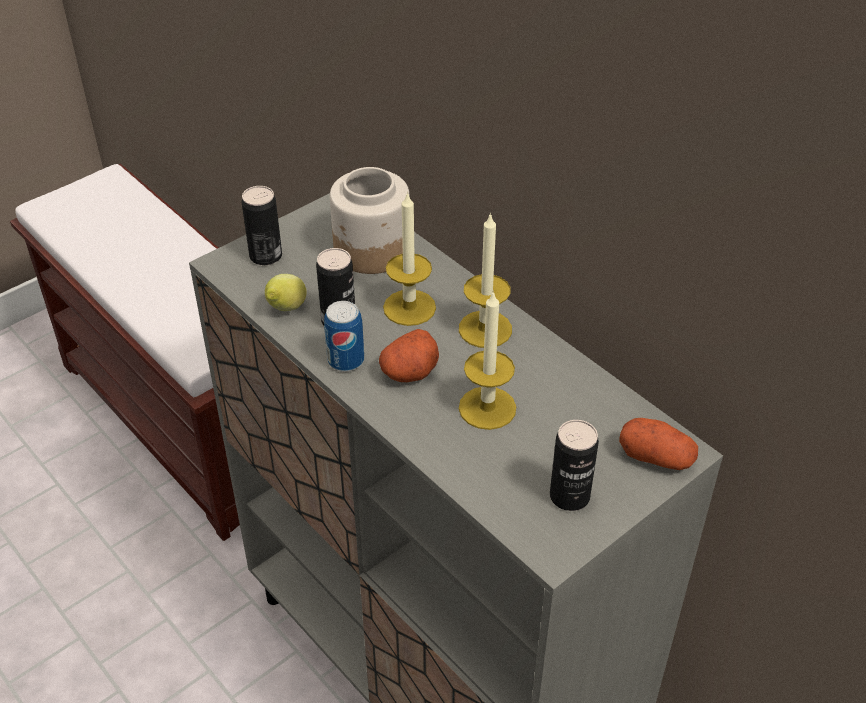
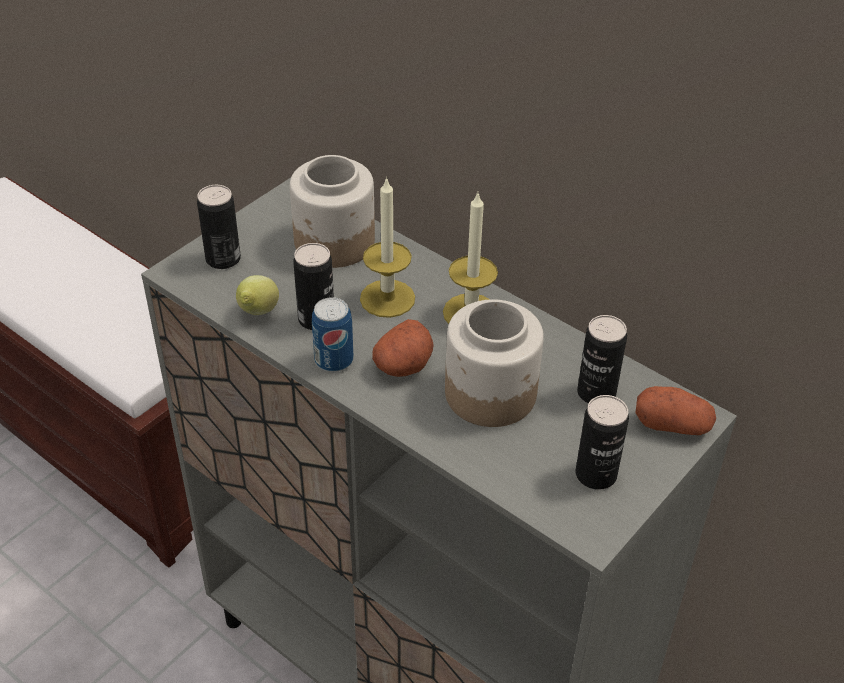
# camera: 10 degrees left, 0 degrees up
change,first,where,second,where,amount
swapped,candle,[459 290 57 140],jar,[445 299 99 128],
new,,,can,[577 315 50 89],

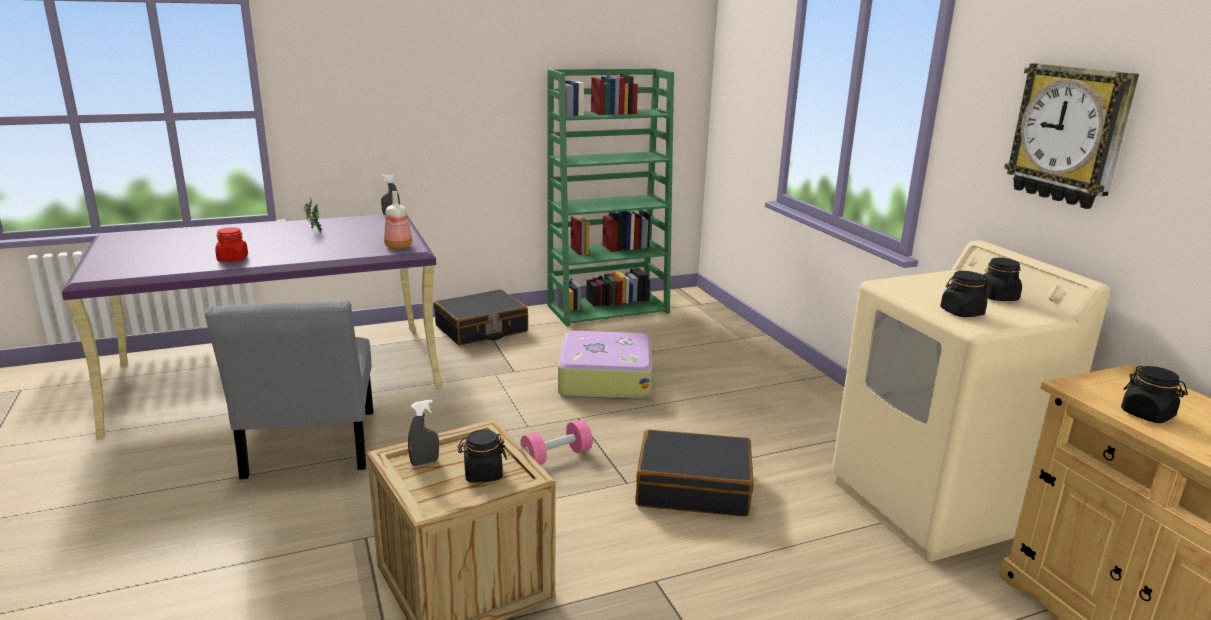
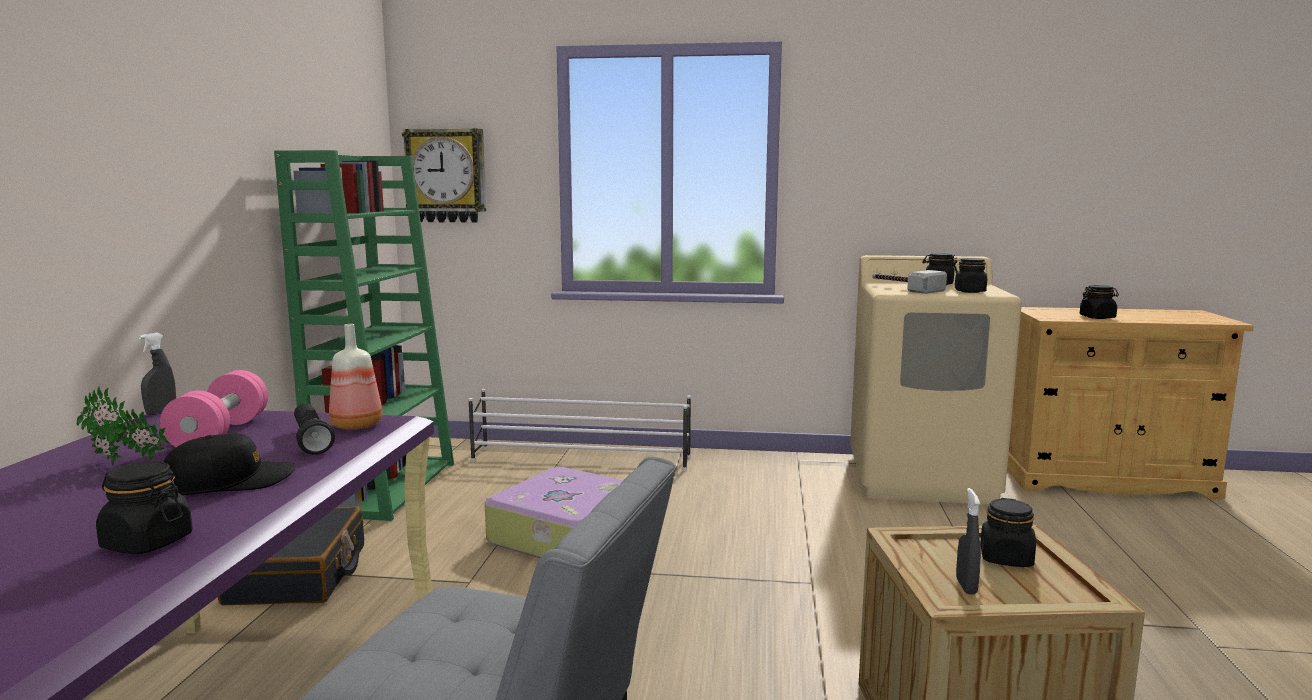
# camera: 60 degrees left, 10 degrees down
change,first,where,second,where,amount
repainted,jar (red),[215 227 33 35],jar (black),[96 461 97 93],
shifted,dumbbell (pink),[520 420 73 45],,[160 370 108 77],
gone,suitcase (black),[636 430 118 87],,,
shifted,wall clock,[1004 63 135 146],,[402 128 84 95],
new,,,cap (black),[164 433 132 62],
new,,,flashlight (black),[294 403 41 52],
new,,,shoe rack (white),[468 389 223 82],
new,,,hammer,[872 270 75 24],

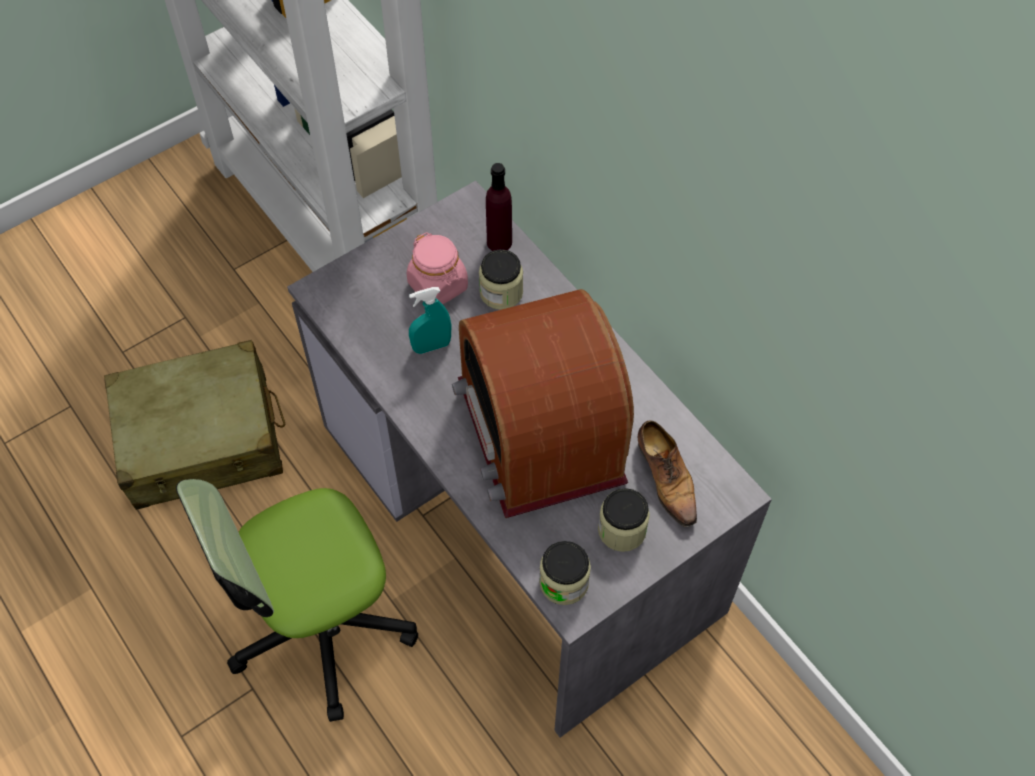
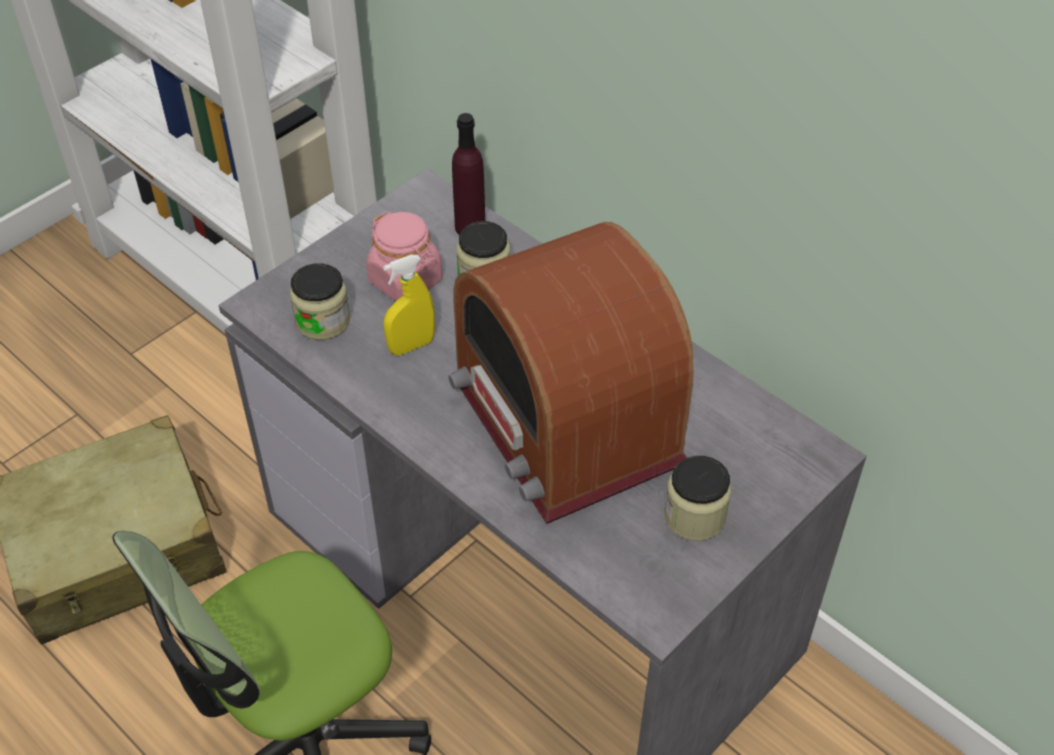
# camera: 10 degrees left, 10 degrees down
change,first,where,second,where,amount
repainted,spray bottle (turquoise),[409 287 42 67],spray bottle (yellow),[383 255 52 100],
shifted,jar,[539 541 52 64],,[290 263 60 77],
gone,shoe,[638 420 59 107],,,

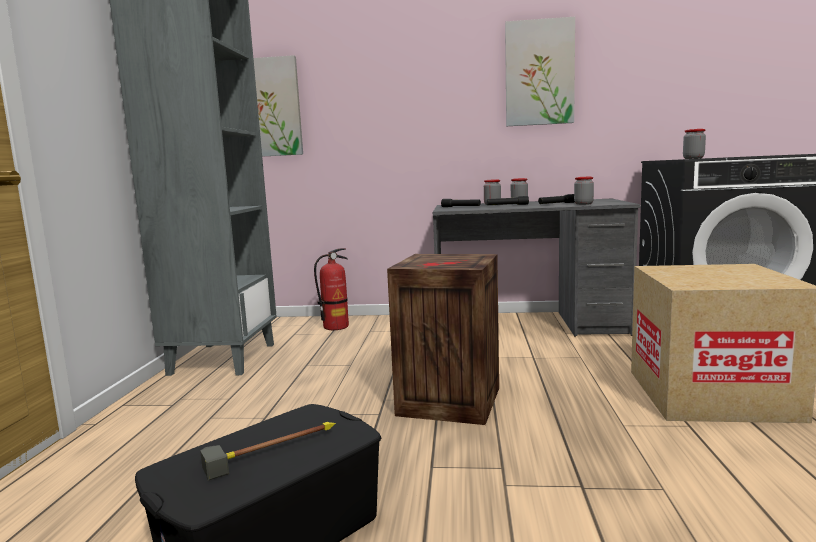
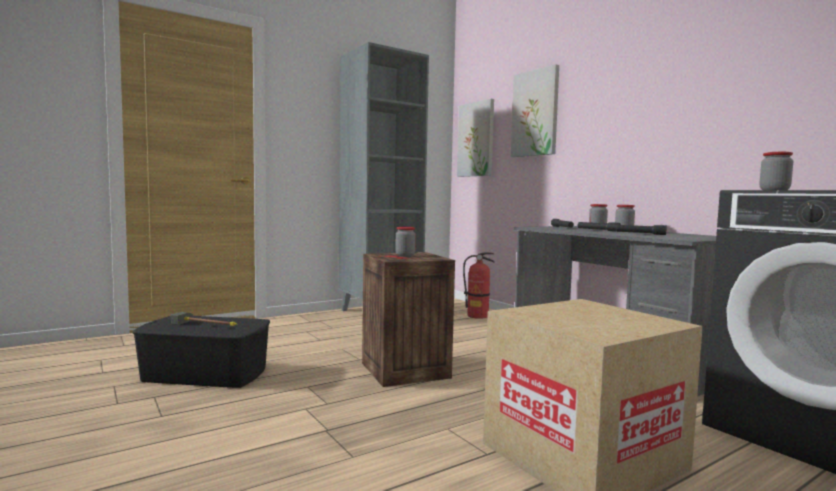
# camera: 50 degrees right, 5 degrees down
change,first,where,second,where,amount
shifted,picture,[505 17 70 109],,[511 64 48 93],
shifted,jar,[574 177 20 28],,[395 227 21 30],

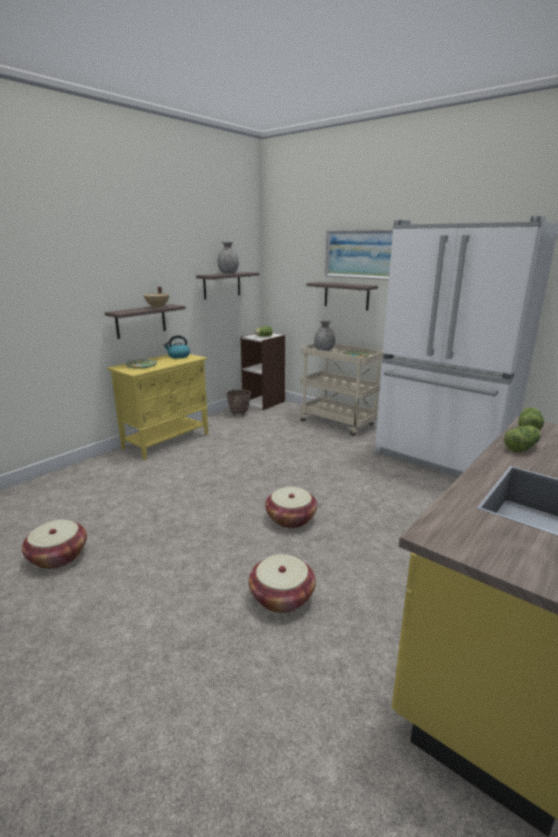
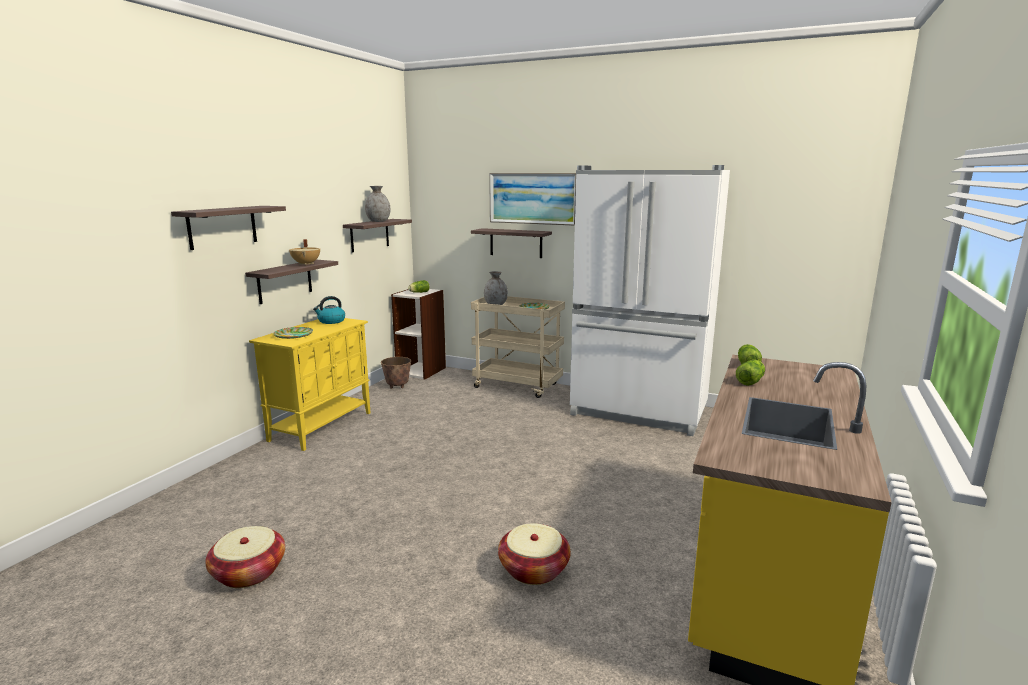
# camera: 15 degrees left, 5 degrees down
change,first,where,second,where,amount
gone,basket,[265 487 52 41],,,
new,,,shelf,[171 206 115 44],

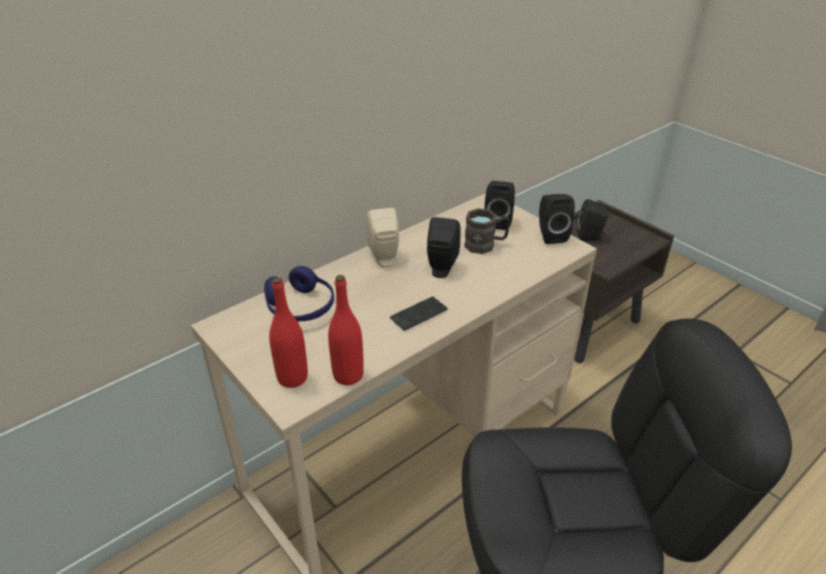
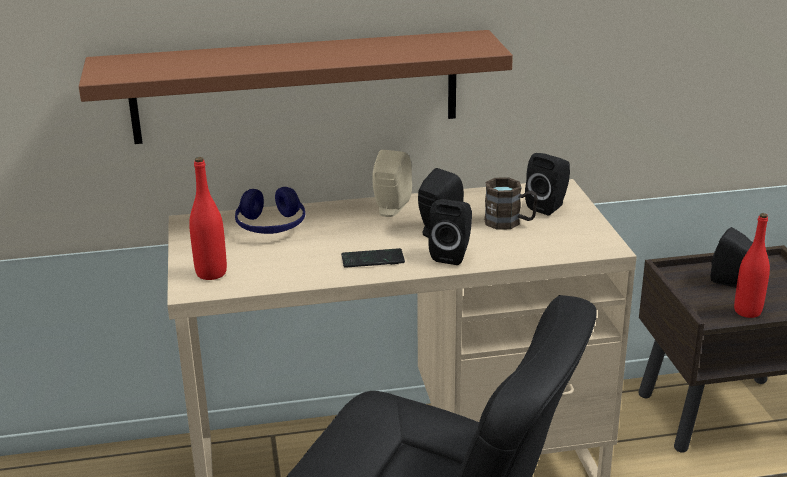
# camera: 30 degrees right, 10 degrees down
change,first,where,second,where,amount
shifted,bottle (red),[328 275 36 110],,[734 213 36 105],
shifted,speaker (black),[539 194 36 50],,[428 199 44 66],
new,,,shelf (brown),[79 30 434 114],

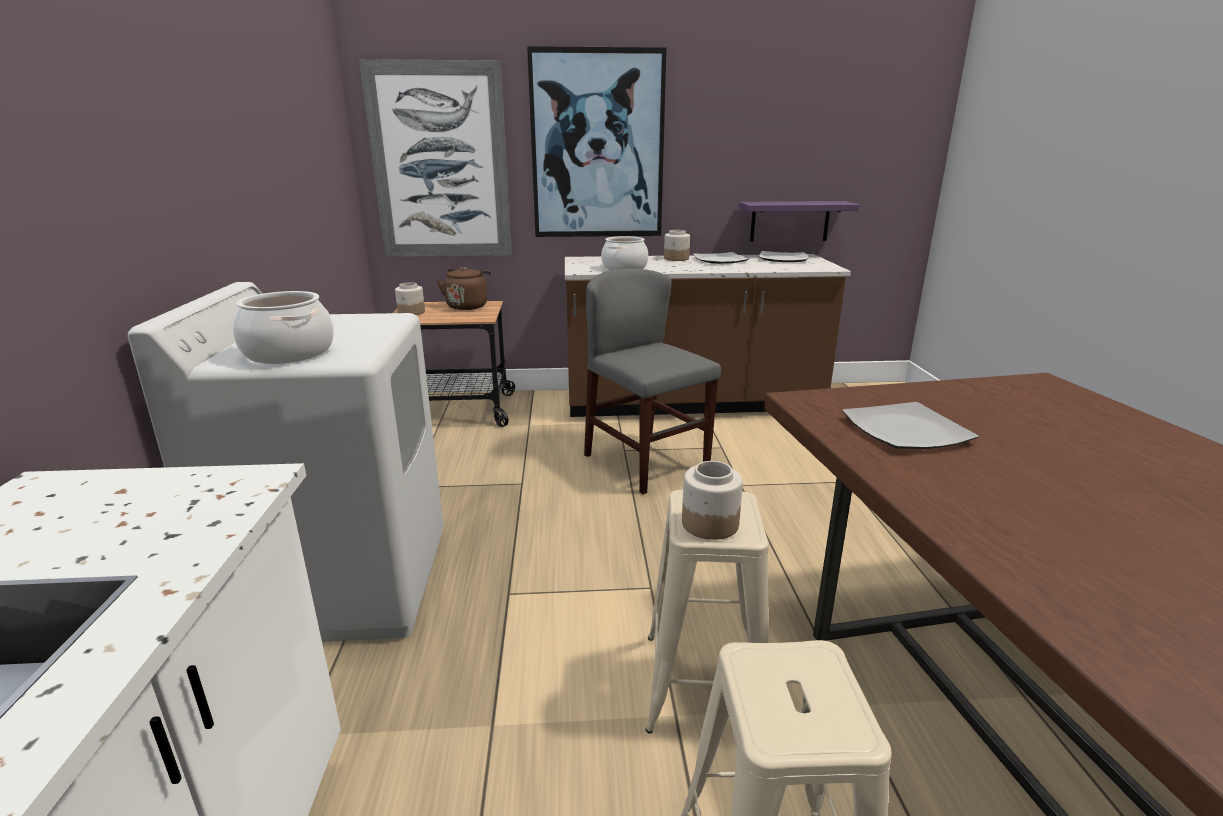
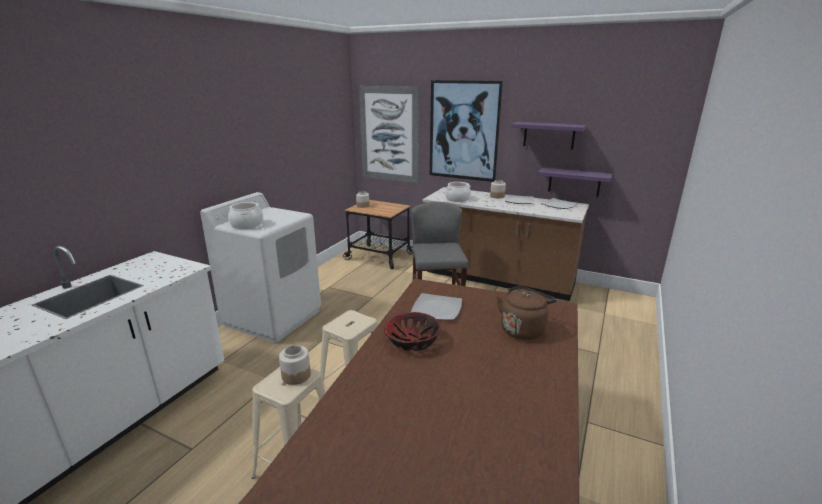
# camera: 30 degrees right, 0 degrees up
change,first,where,second,where,amount
shifted,kettle (brown),[437 267 54 43],,[497 286 60 54],
shifted,jar,[682 461 61 79],,[279 345 32 40],
new,,,bowl,[384 312 57 39],
new,,,shelf (purple),[511 122 75 28],

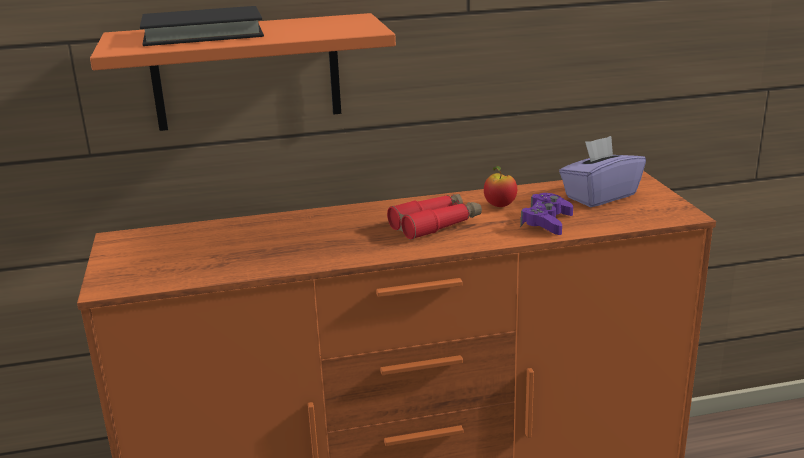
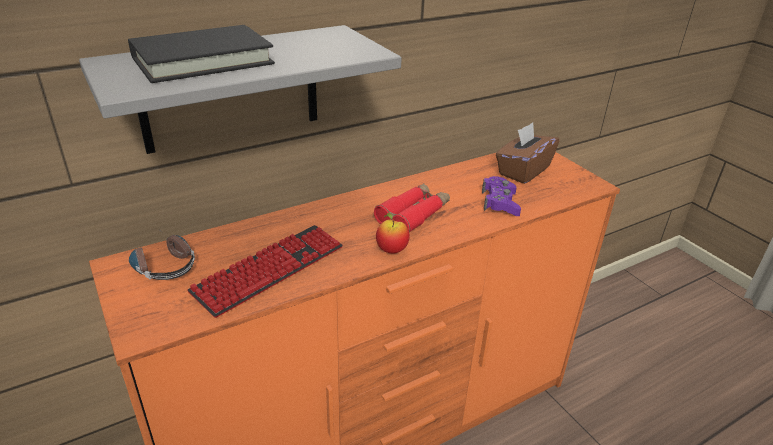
# camera: 20 degrees left, 10 degrees up
change,first,where,second,where,amount
repainted,shelf (orange),[90 13 306 118],shelf (grey),[79 25 322 129],
shifted,apple,[484 166 33 41],,[376 213 34 41],
repainted,tissue box (purple),[559 136 87 71],tissue box (brown),[496 122 63 62],
new,,,headphones,[129 232 66 48],
new,,,keyboard,[187 225 156 93],

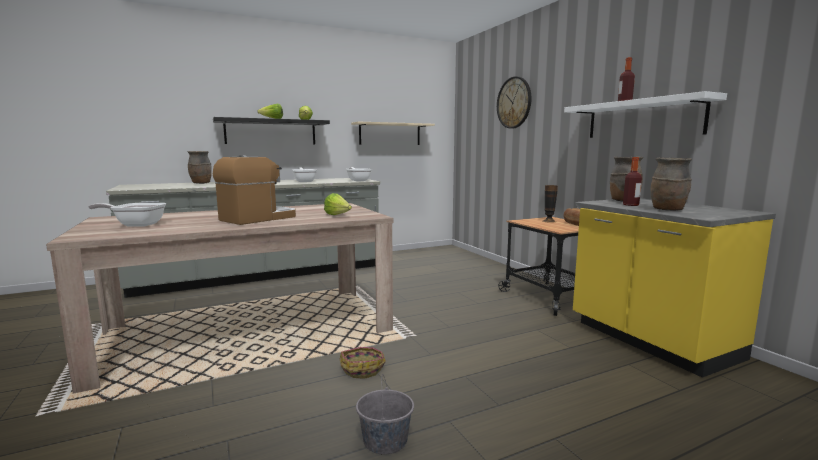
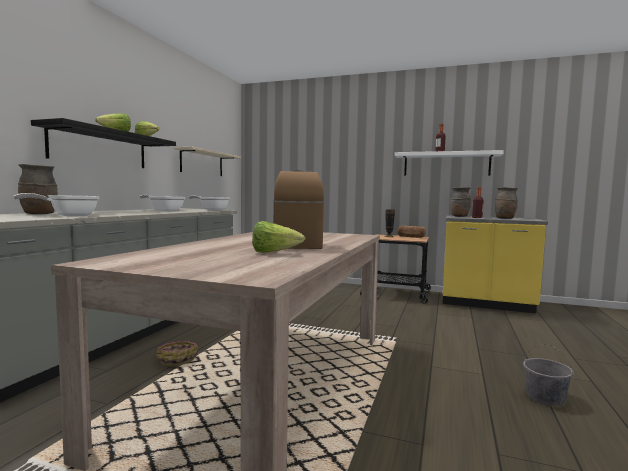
# camera: 45 degrees left, 5 degrees down
change,first,where,second,where,amount
shifted,frying pan,[88 203 78 24],,[13 193 87 24],
shifted,lettuce,[324 193 28 22],,[252 221 54 32],
shifted,basket,[340 347 46 32],,[156 341 42 26],
gone,wall clock,[497 76 34 53],,,

